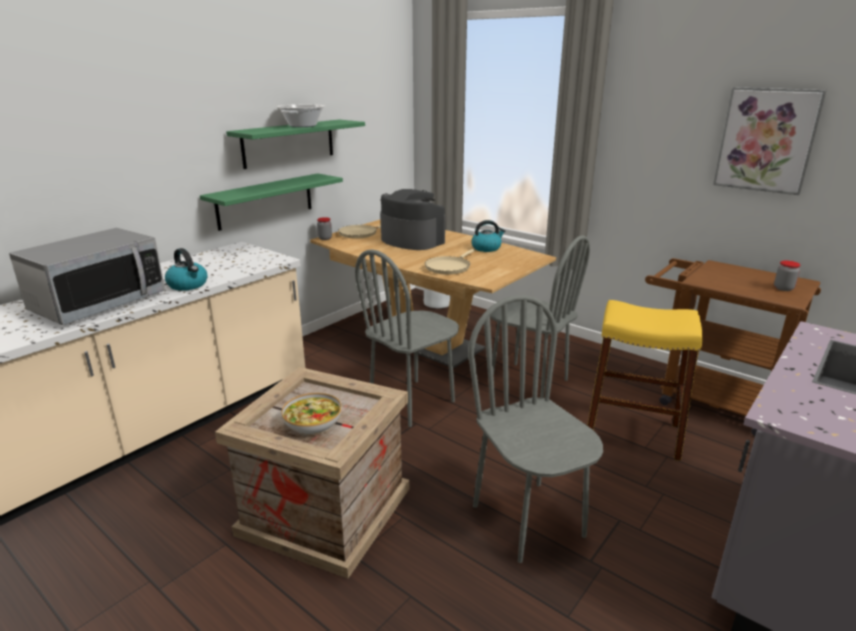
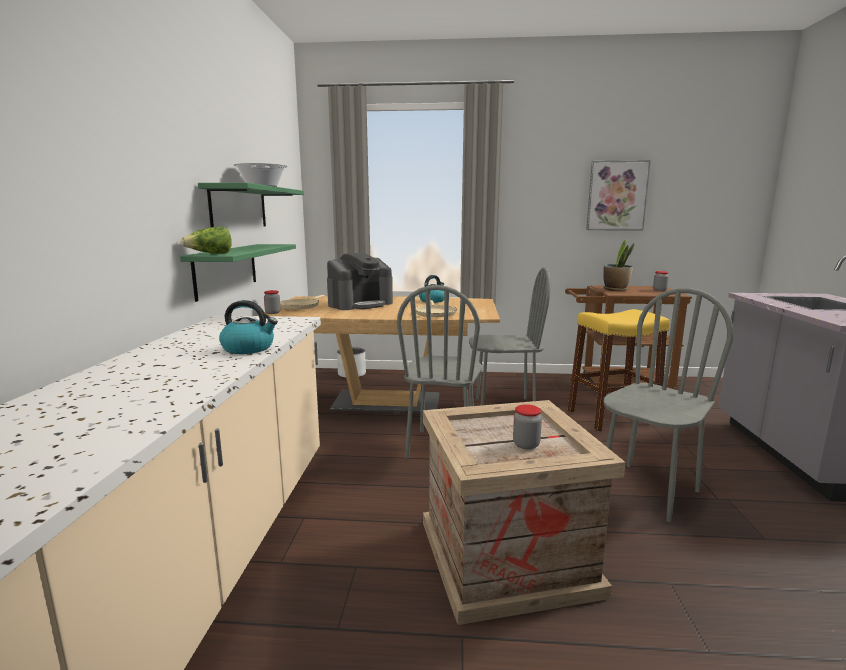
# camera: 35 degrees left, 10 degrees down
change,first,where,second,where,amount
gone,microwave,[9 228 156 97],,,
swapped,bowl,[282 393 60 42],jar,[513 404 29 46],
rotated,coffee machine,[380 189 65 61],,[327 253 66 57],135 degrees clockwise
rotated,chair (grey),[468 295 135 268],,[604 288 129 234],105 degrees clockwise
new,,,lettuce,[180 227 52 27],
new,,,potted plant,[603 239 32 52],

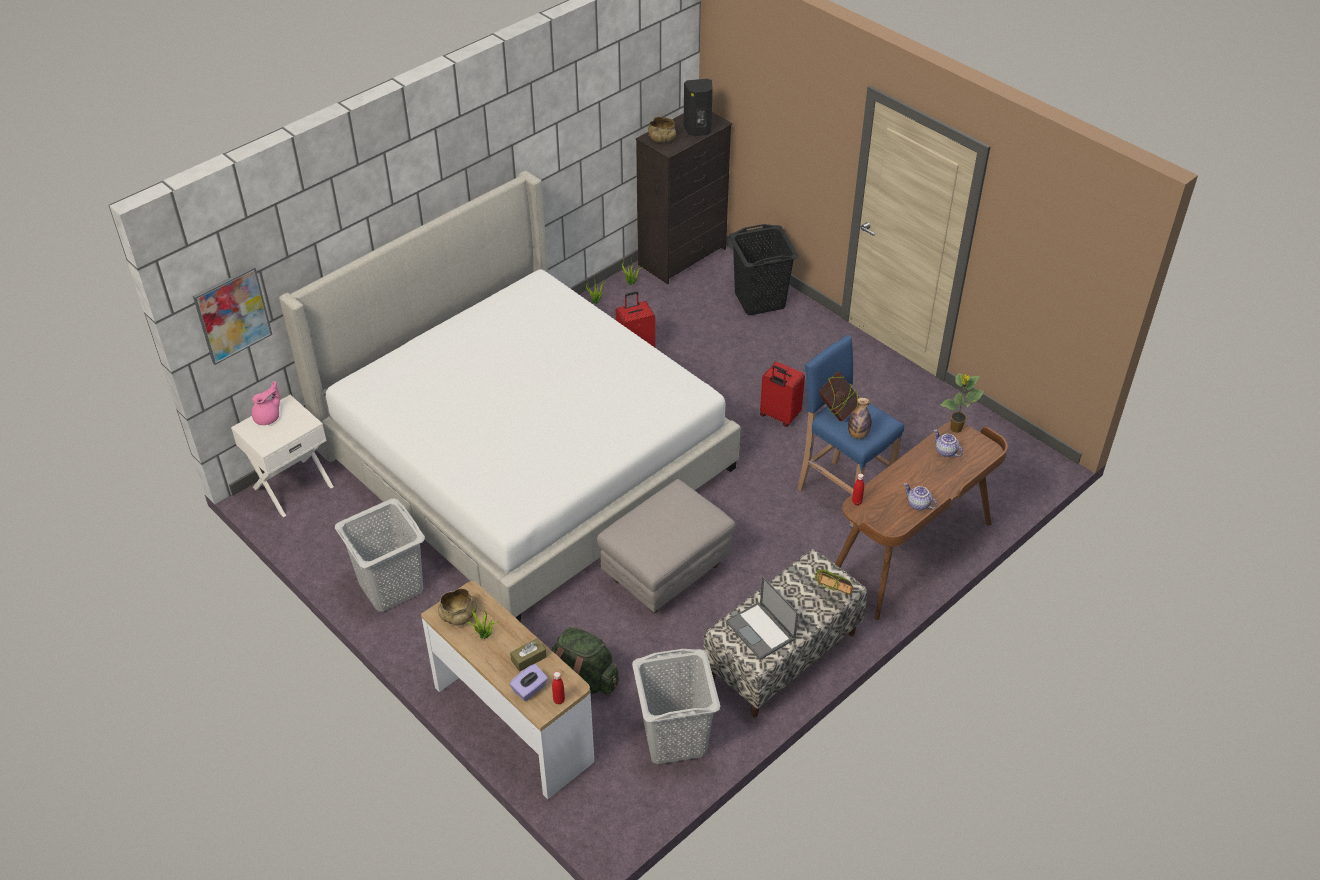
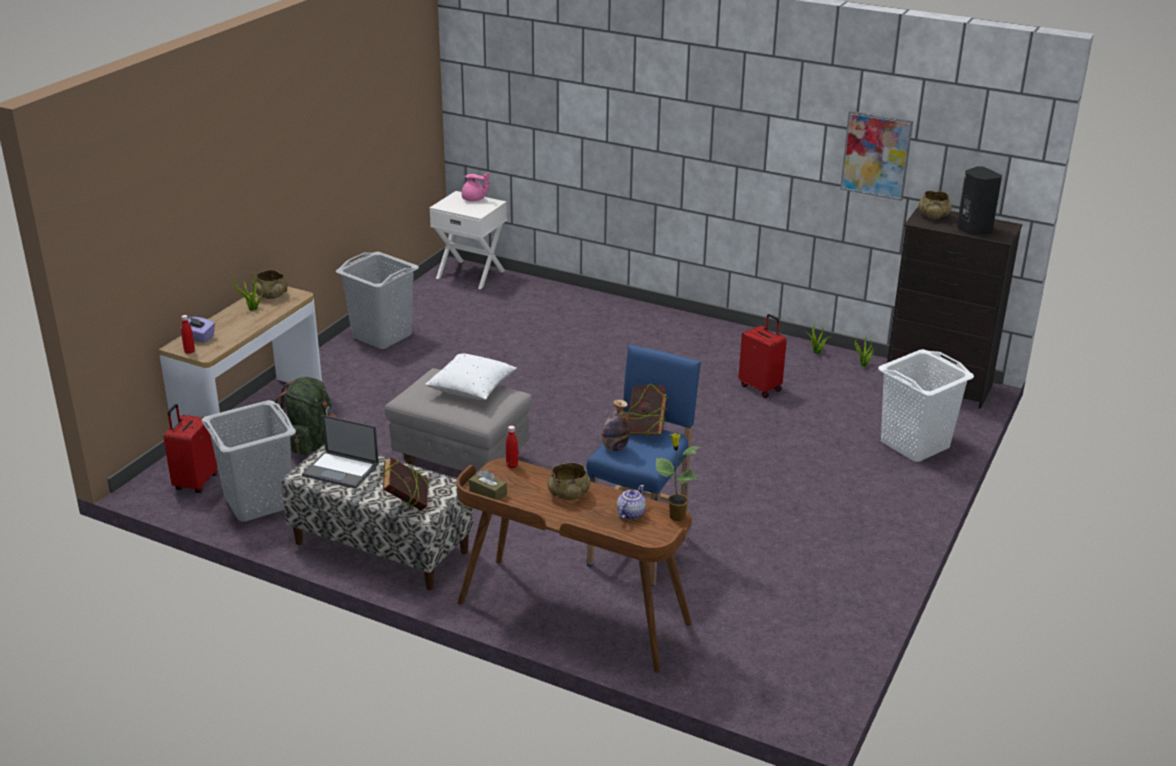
# camera: 70 degrees right, 15 degrees down
change,first,where,second,where,amount
shifted,picture,[193 266 79 99],,[840 111 73 90],
gone,bed,[279 170 461 451],,,
shifted,tissue box (brown),[510 638 37 34],,[469 469 38 31],
rotated,laptop,[726 576 72 84],,[302 415 77 74],105 degrees counterclockwise
repainted,laundry basket (black),[729 224 70 91],laundry basket (white),[878 349 96 113],
shifted,suitcase (red),[760 362 45 65],,[163 404 54 89],
gone,teapot,[904 483 33 27],,,
new,,,pillow (white),[425 354 92 46],
new,,,bowl (beige),[547 462 43 39],

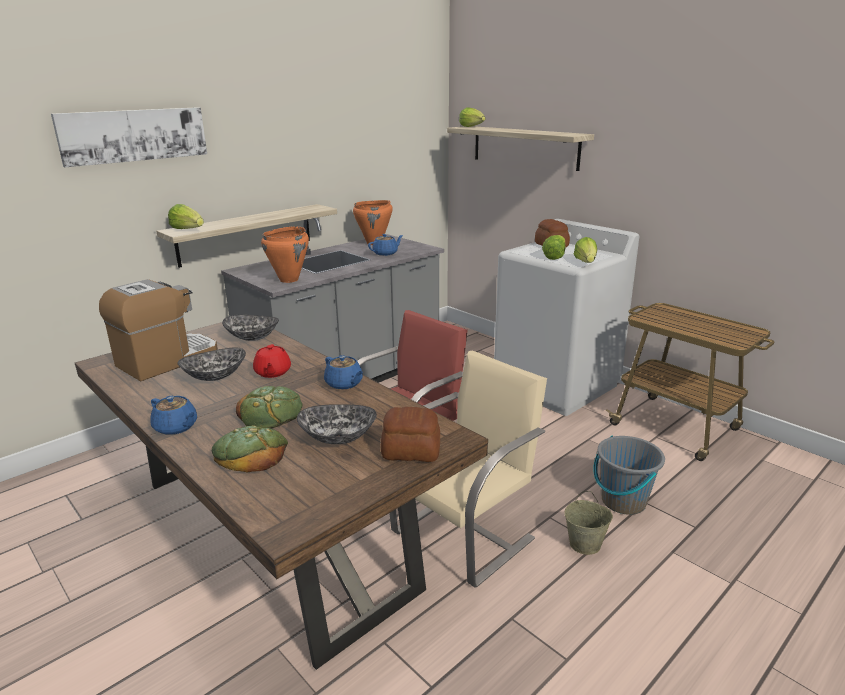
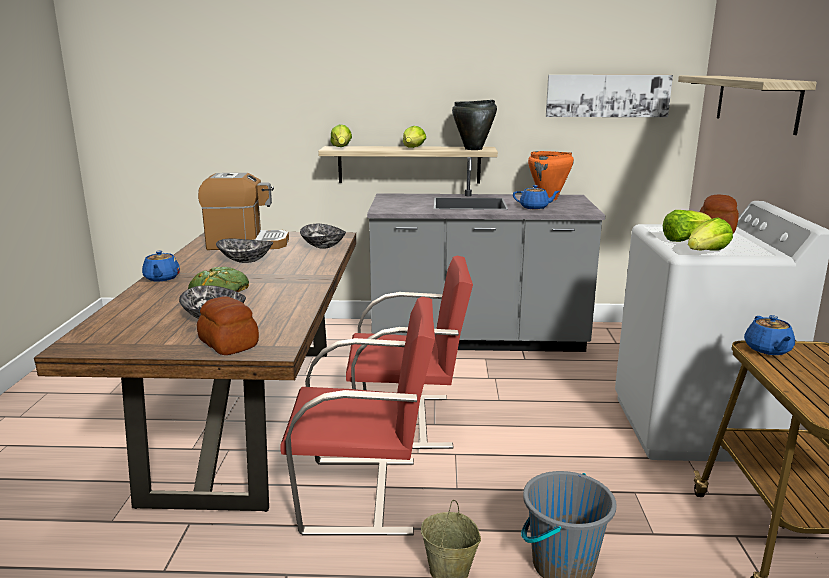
# camera: 45 degrees right, 5 degrees down
change,first,where,second,where,amount
shifted,picture,[51 107 156 60],,[546 75 127 42],
gone,bread,[212 426 76 46],,,
gone,teapot (red),[253 344 38 34],,,
gone,cooking pot (orange),[261 226 48 57],,,
shifted,teapot (blue),[324 355 39 35],,[744 315 51 40],
repainted,chair (beige),[389 351 158 237],chair (red),[281 297 154 239],
shifted,lettuce,[459 107 26 20],,[403 126 23 22],
new,,,cooking pot (black),[452 100 45 50],

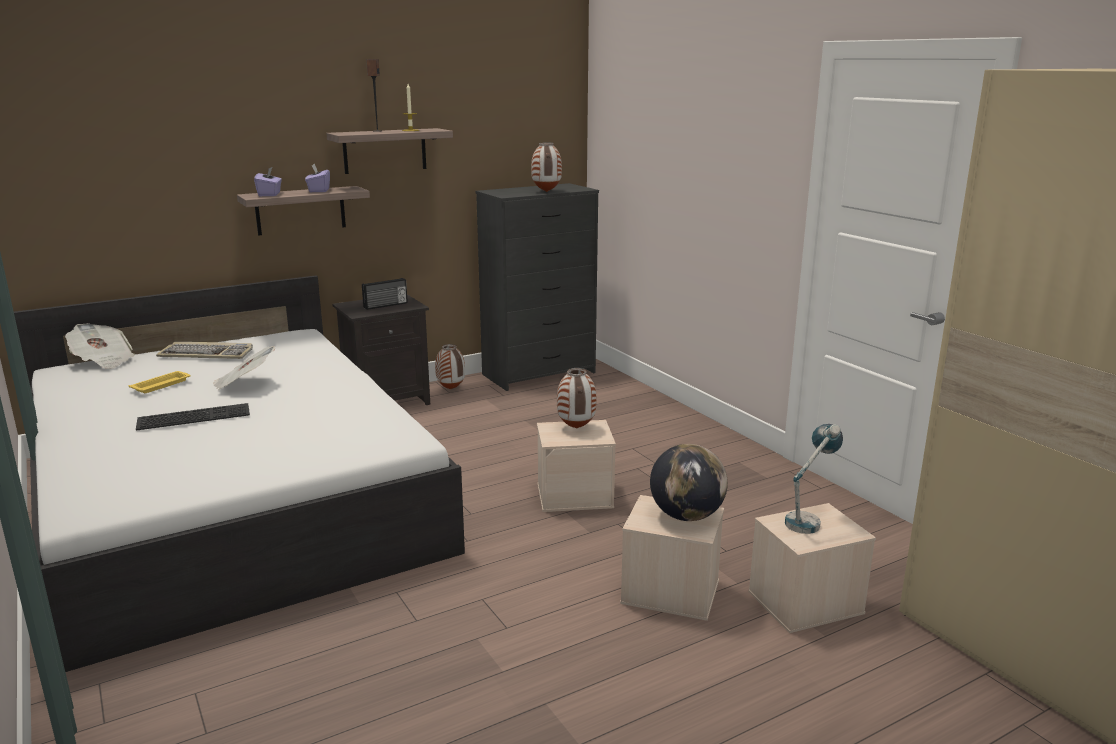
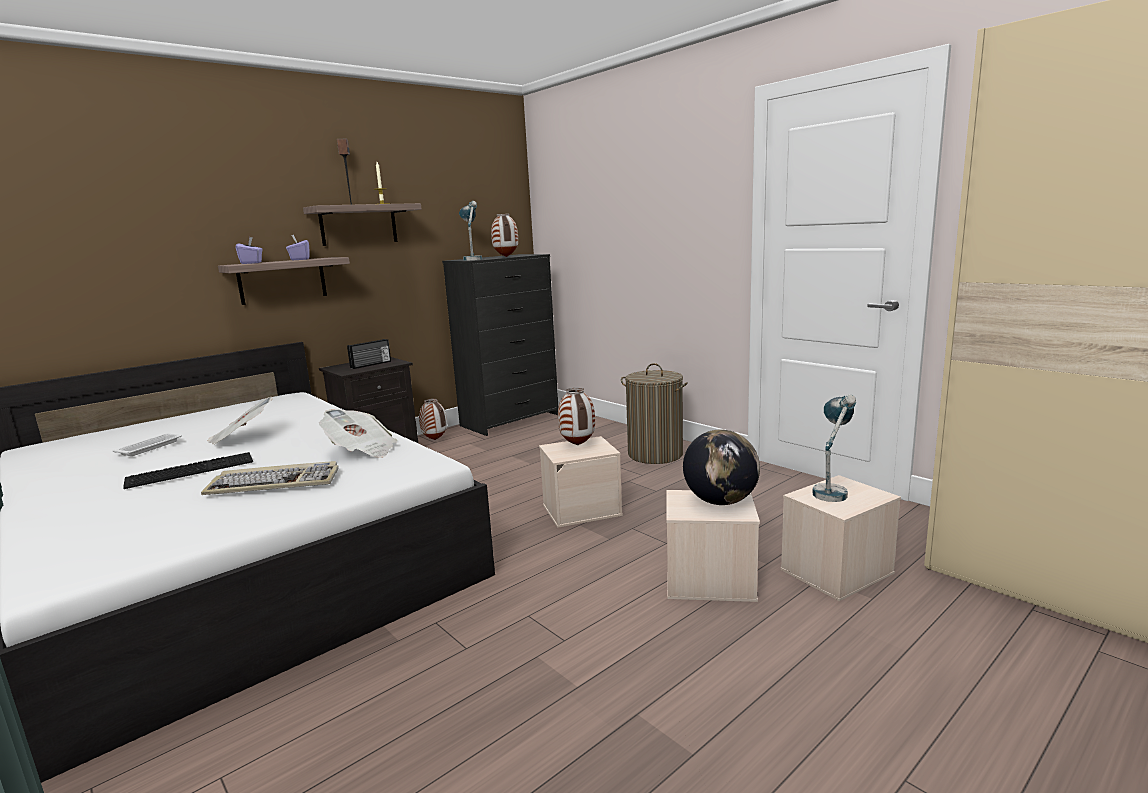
# camera: 10 degrees left, 5 degrees down
change,first,where,second,where,amount
shifted,newspaper,[65 323 70 46],,[319 409 78 49],
repainted,tray (yellow),[129 371 62 22],tray (white),[112 433 70 23],
shifted,keyboard,[156 342 97 17],,[201 461 138 34],
new,,,table lamp,[459 201 23 60],
new,,,laundry basket,[621 363 67 101],

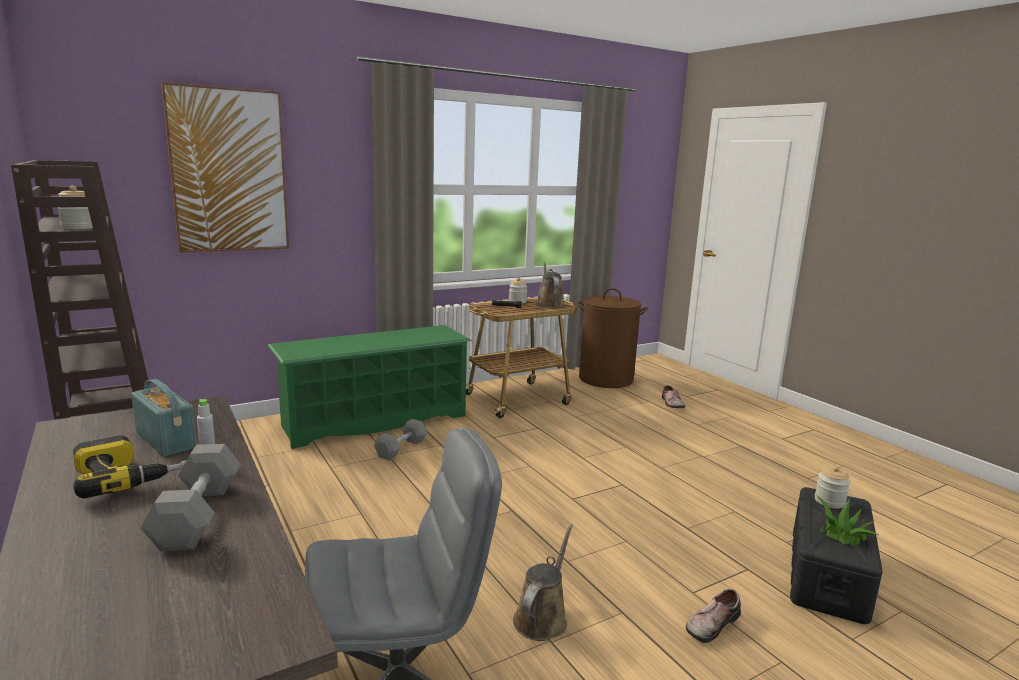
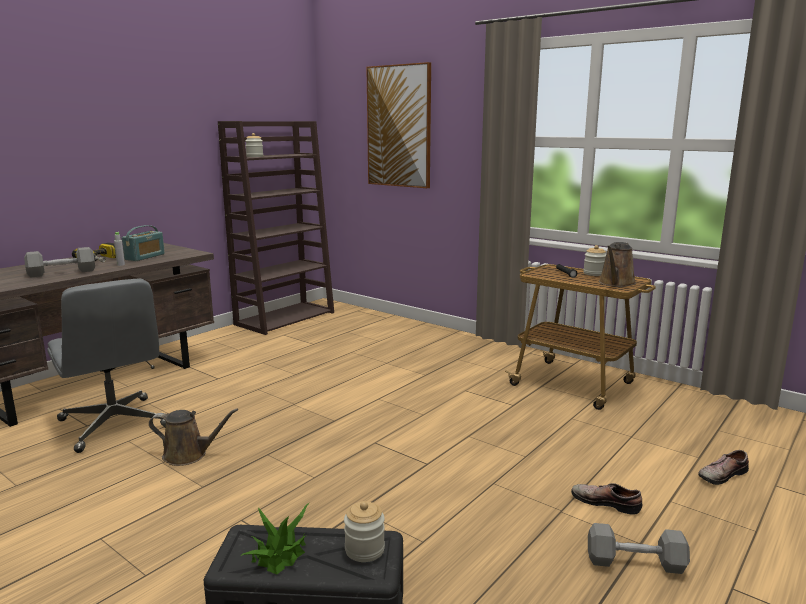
# camera: 70 degrees right, 0 degrees up
change,first,where,second,where,amount
gone,shoe rack (green),[268 325 204 124],,,
shifted,dumbbell (grey),[374 419 53 41],,[588 523 102 51],
rotated,watering can (brown),[536 262 29 46],,[599 242 37 45],150 degrees clockwise
gone,laundry basket (brown),[577 288 71 100],,,
shifted,shoe,[686 589 55 54],,[571 483 72 32],

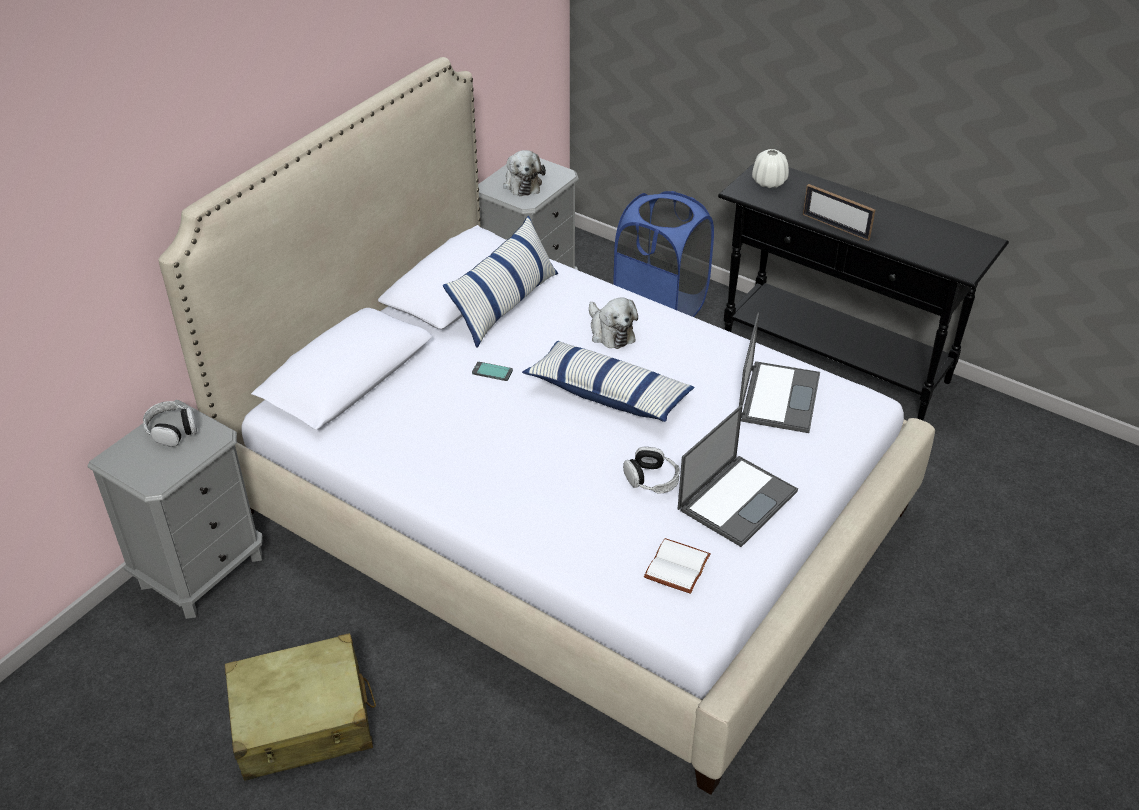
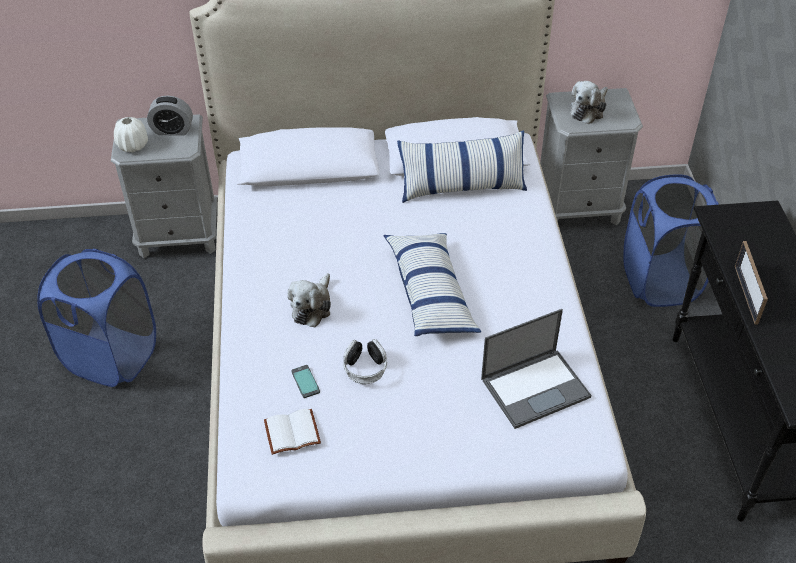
# camera: 50 degrees right, 5 degrees up
change,first,where,second,where,amount
swapped,headphones,[143 401 54 46],alarm clock,[147 96 46 40],
swapped,suitcase (beige),[225 633 151 148],laundry basket (blue),[37 249 119 138],
shifted,phone,[472 362 41 19],,[291 365 29 33],
shifted,plush toy,[589 297 49 52],,[287 273 44 54],
gone,laptop,[678 405 120 142],,,
shifted,vase (white),[752 149 37 39],,[114 117 34 35],

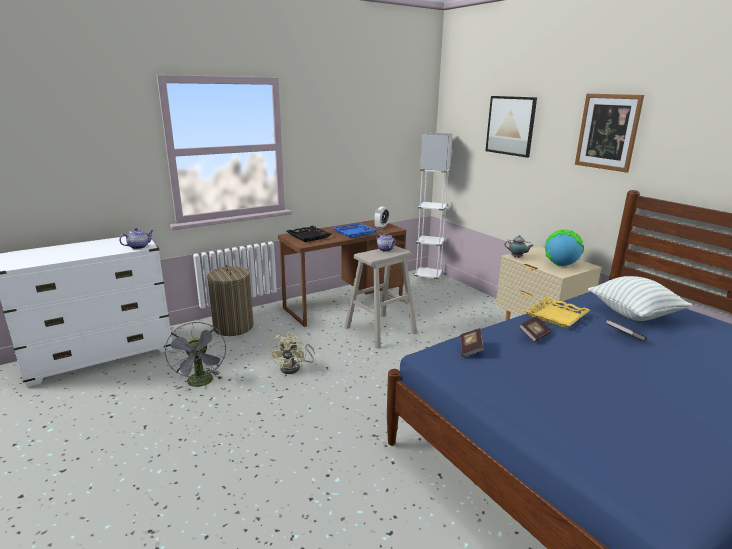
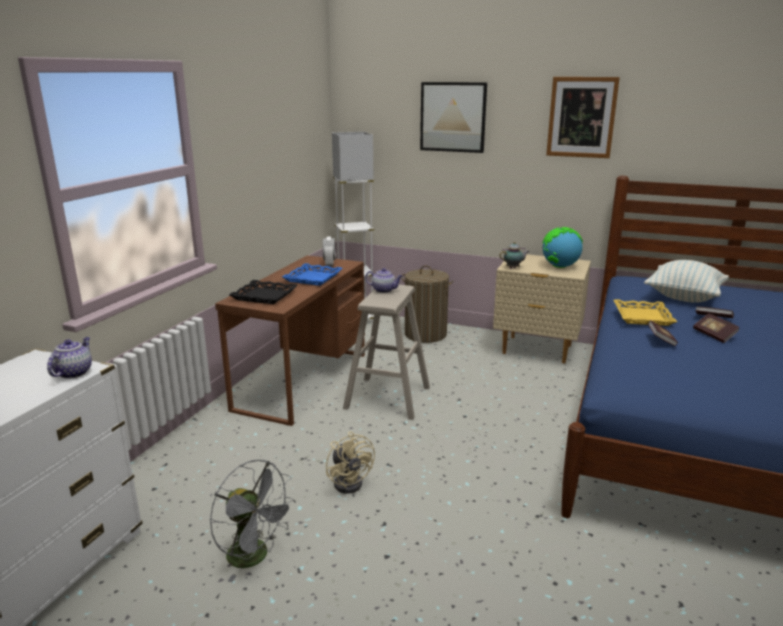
# camera: 35 degrees left, 0 degrees up
change,first,where,second,where,amount
shifted,laundry basket,[207 264 47 72],,[401 266 53 77],
shifted,book,[460 328 24 29],,[693 313 46 30],

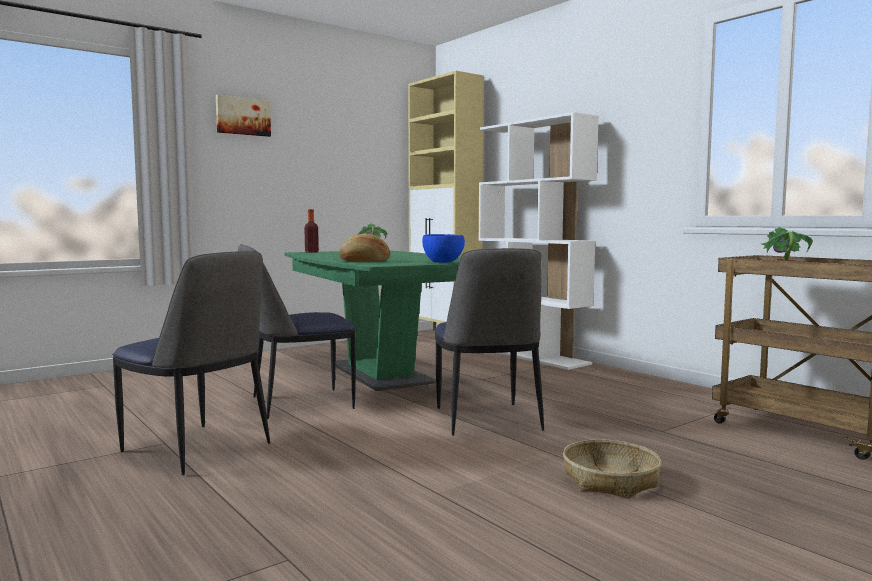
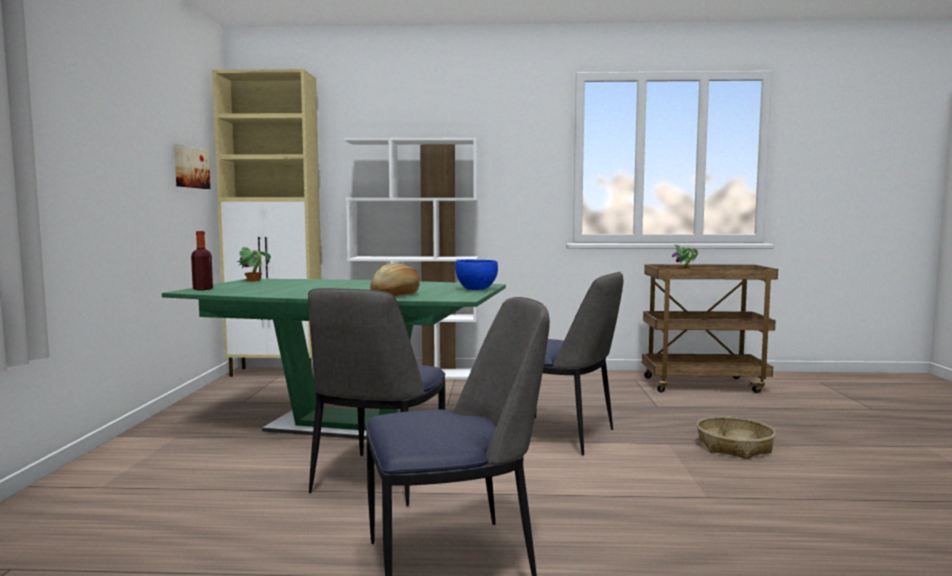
# camera: 50 degrees left, 0 degrees up
change,first,where,second,where,amount
shifted,picture,[216 95 55 42],,[174 144 36 45],

